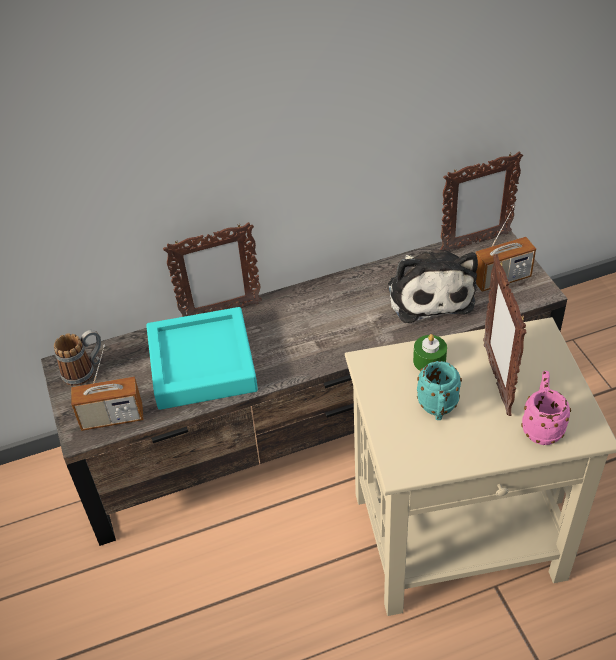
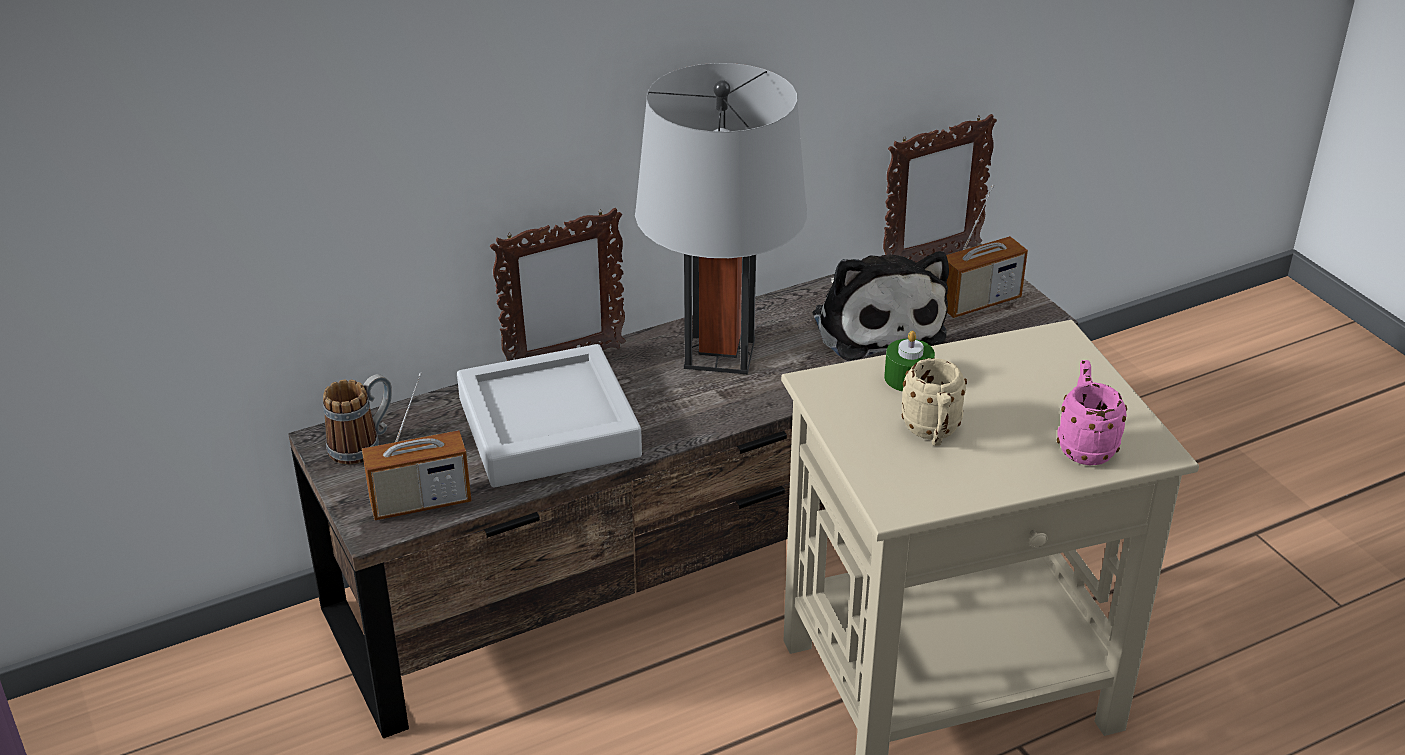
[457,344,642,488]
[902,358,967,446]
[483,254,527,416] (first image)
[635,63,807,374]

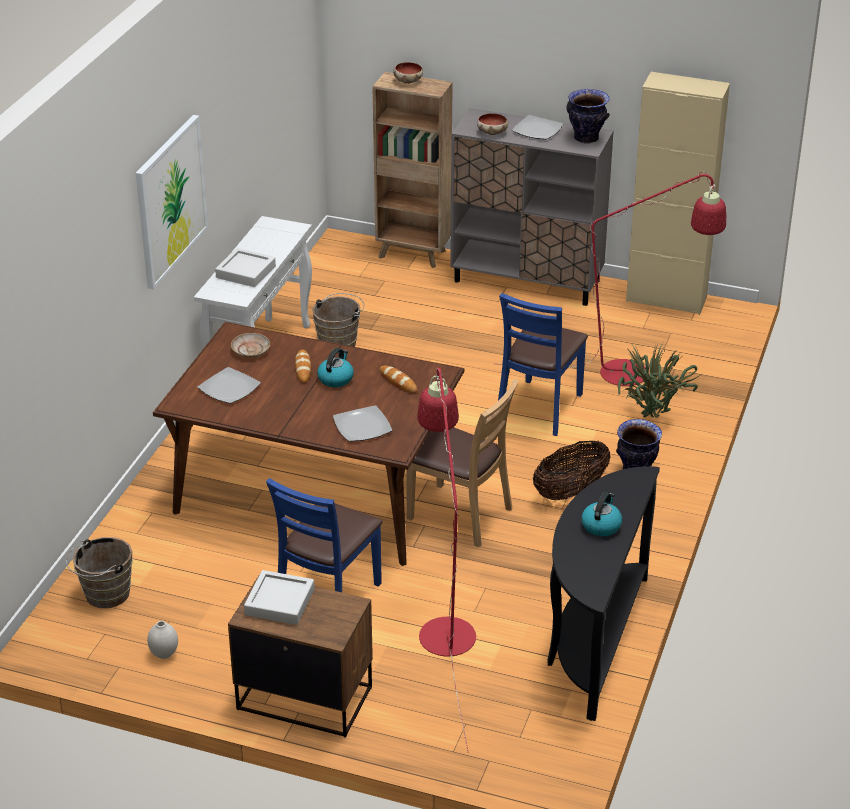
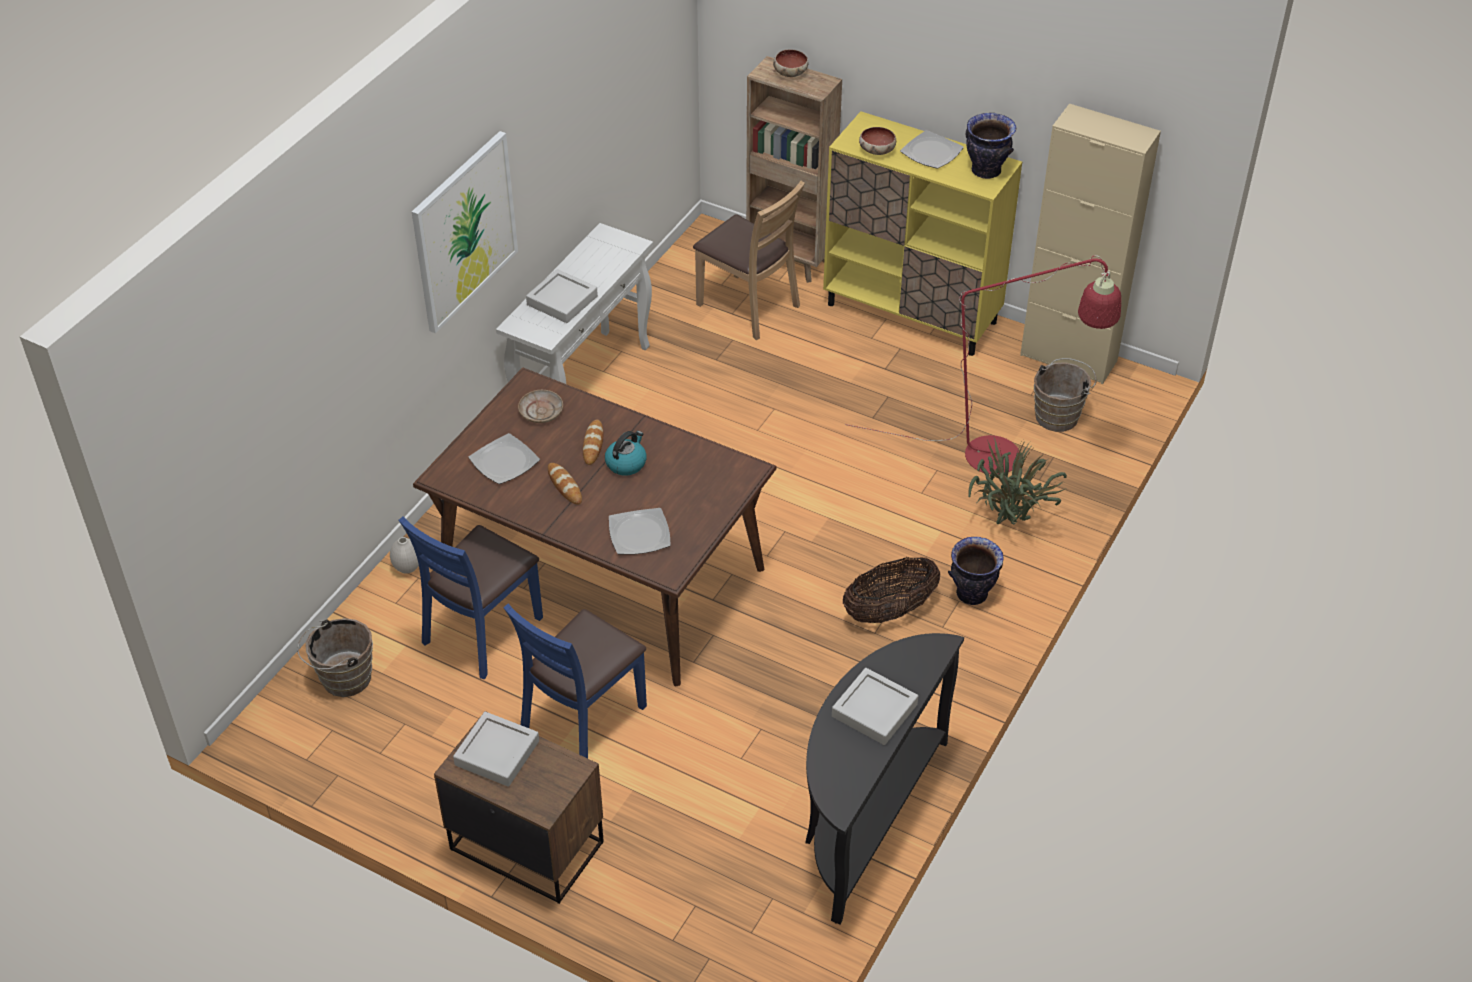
[390,537,419,574]
[1034,358,1096,432]
[548,463,582,505]
[693,181,805,340]
[417,368,476,751] (first image)
[823,111,1022,356]
[398,517,543,679]
[832,668,918,745]

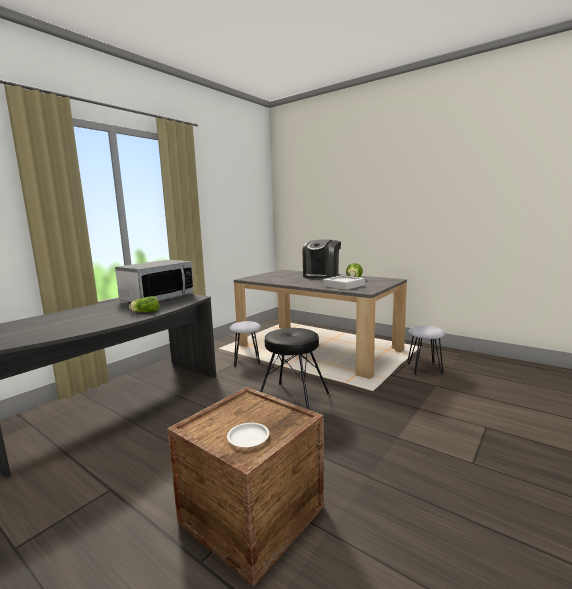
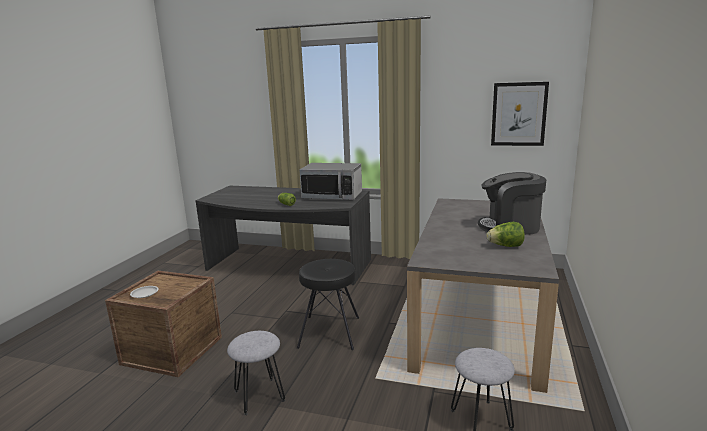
[227,331,285,415]
[323,275,365,290] (first image)
[491,82,549,146]

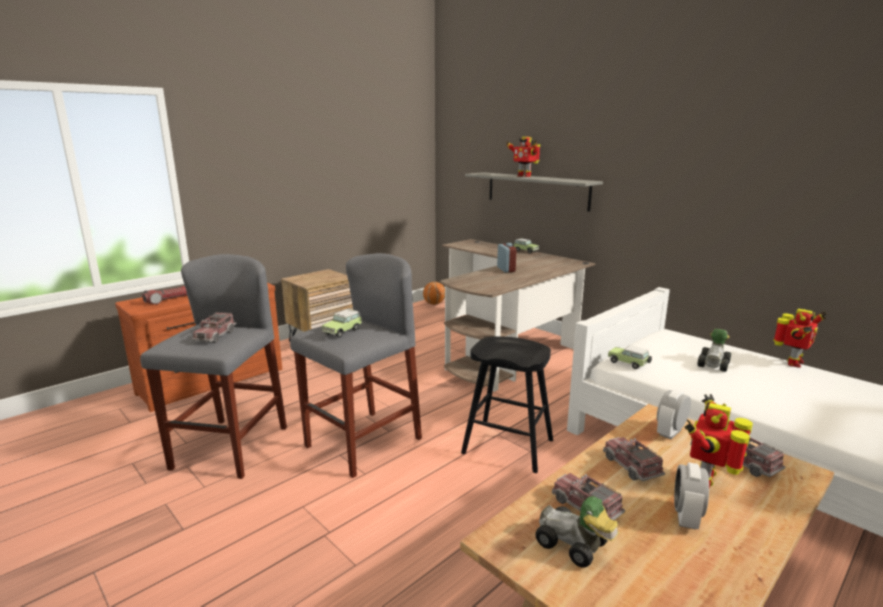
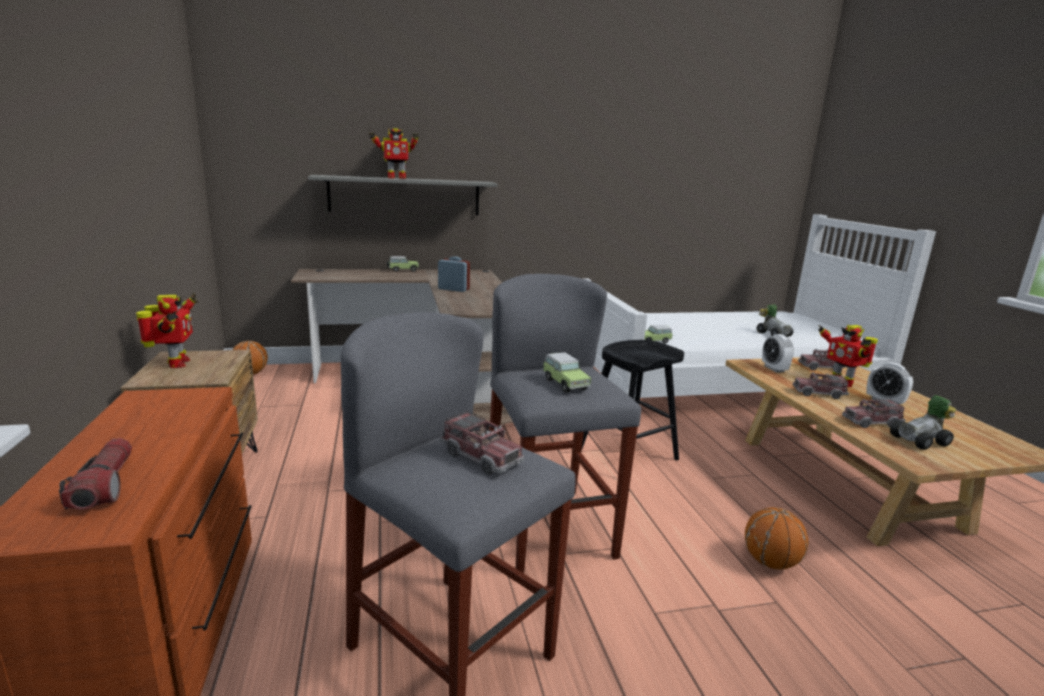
[757,305,793,337]
[136,294,198,368]
[745,507,808,570]

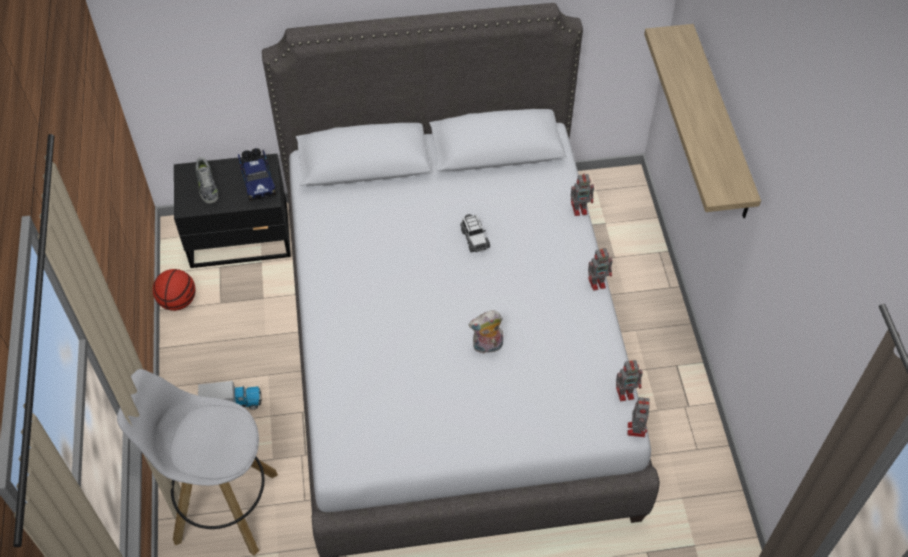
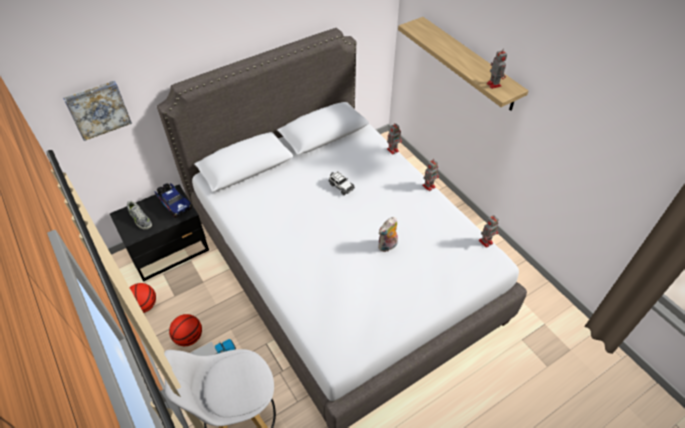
[487,48,507,89]
[63,81,132,141]
[169,314,202,346]

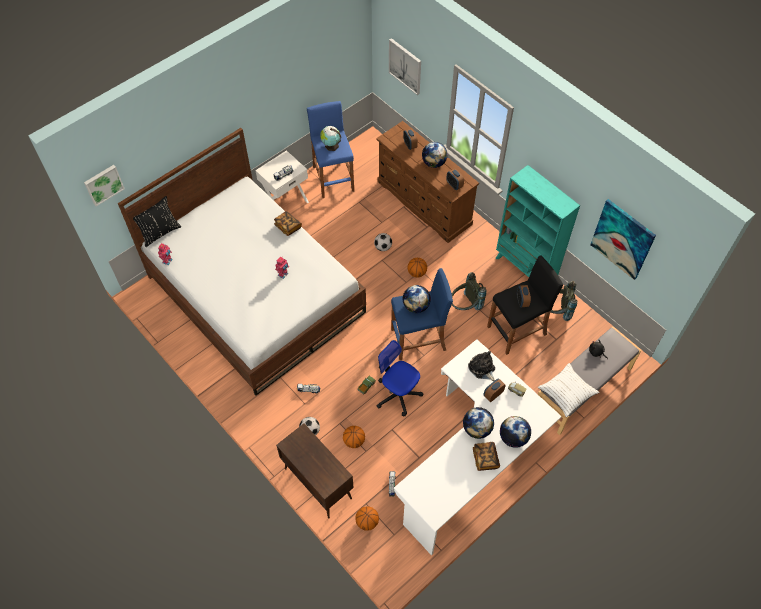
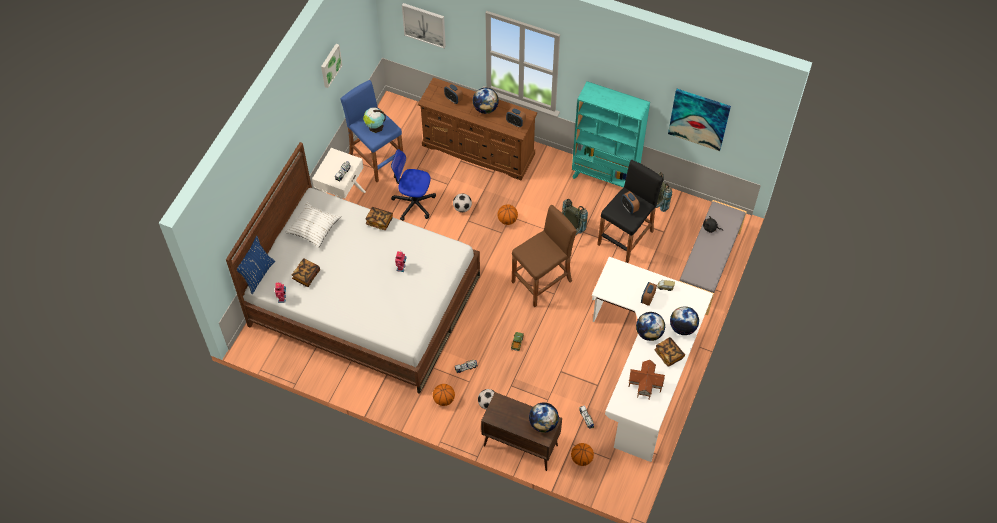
[321,44,343,88]
[237,236,275,294]
[433,384,455,406]
[391,149,436,221]
[512,205,577,307]
[529,402,559,433]
[468,351,495,381] (first image)
[285,202,341,248]
[292,258,320,287]
[629,360,665,399]

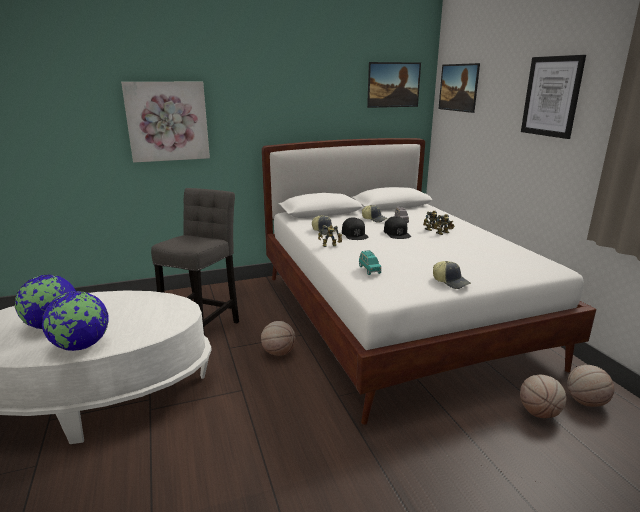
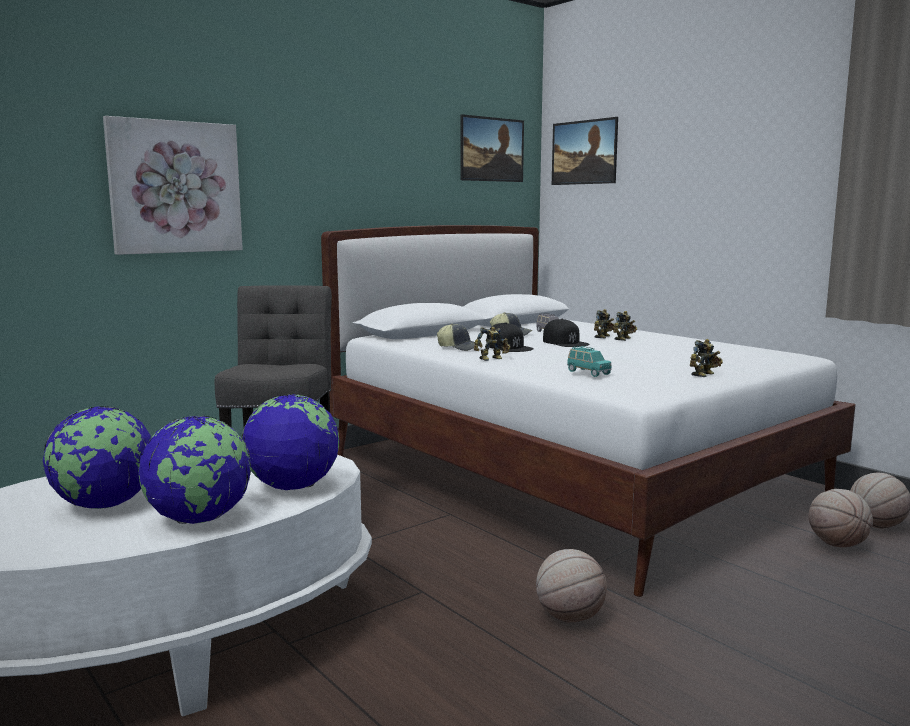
[536,549,607,623]
[690,339,723,377]
[521,55,586,139] (first image)
[242,394,340,490]

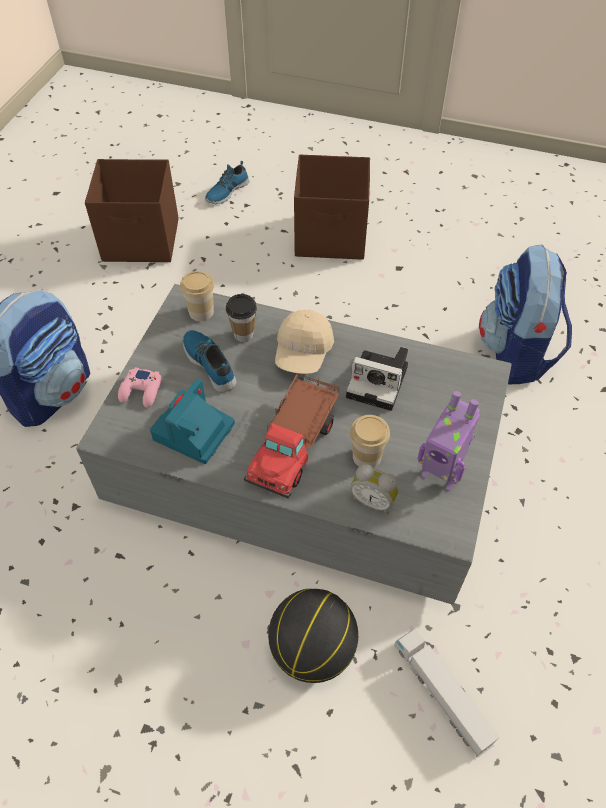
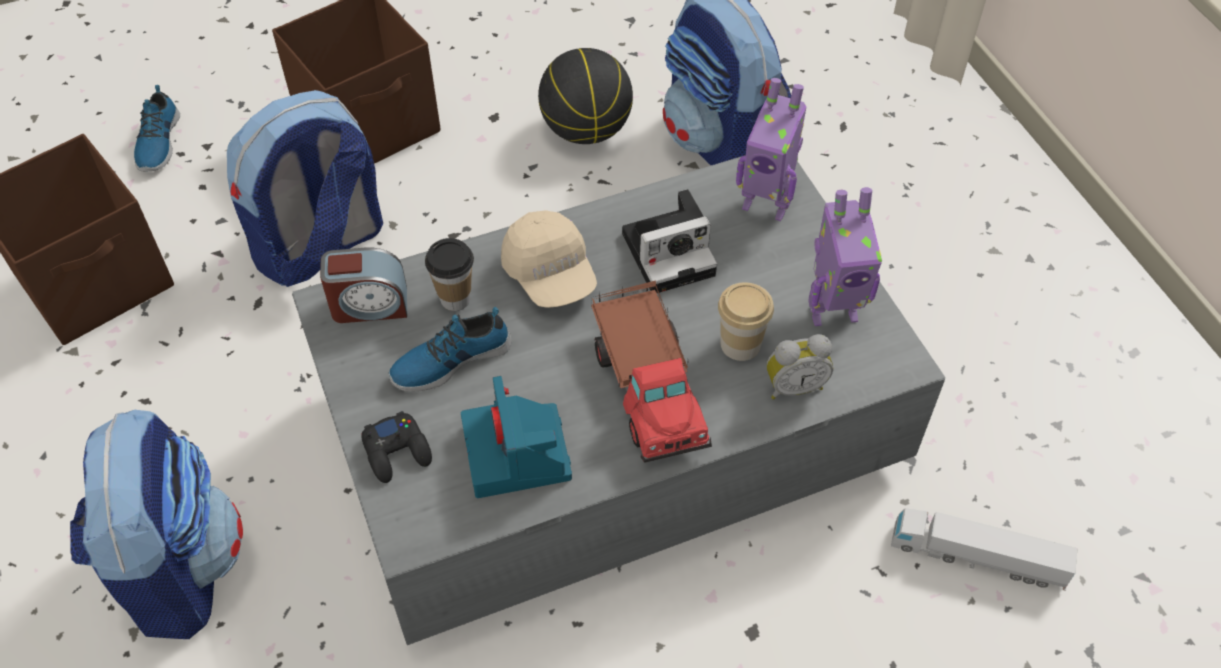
[361,411,432,483]
[320,248,407,323]
[388,307,511,392]
[538,48,633,144]
[227,90,383,287]
[736,78,806,221]

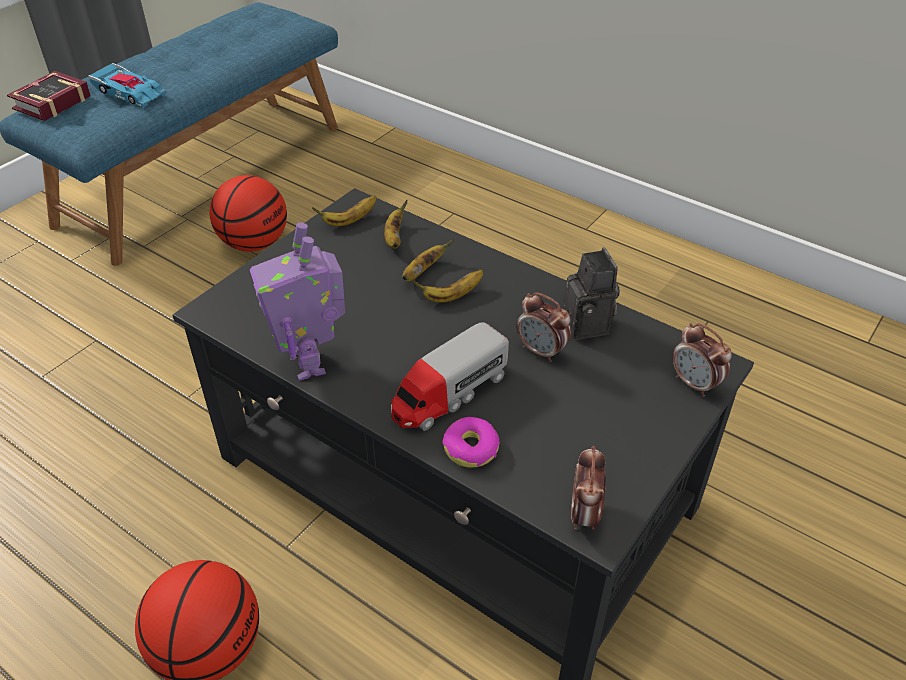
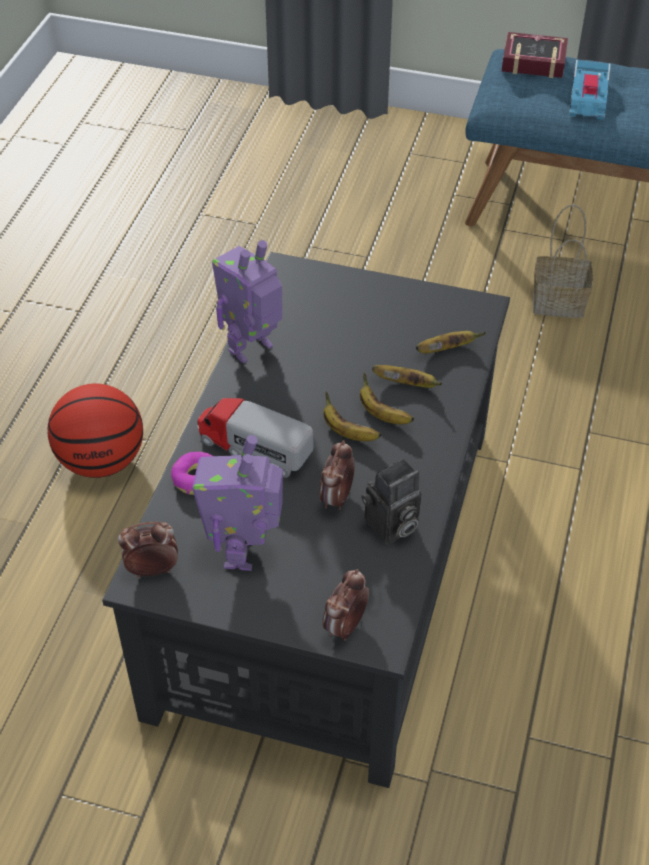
[532,204,593,318]
[323,392,381,441]
[192,435,283,571]

